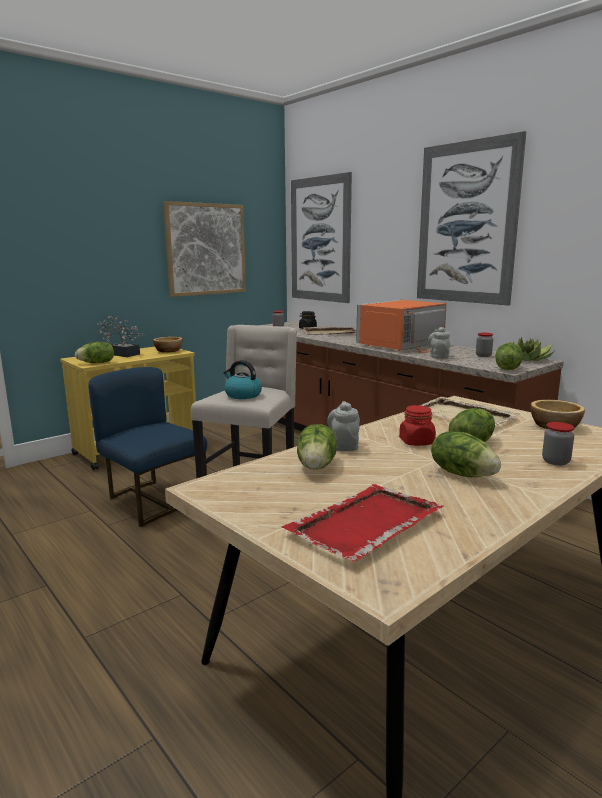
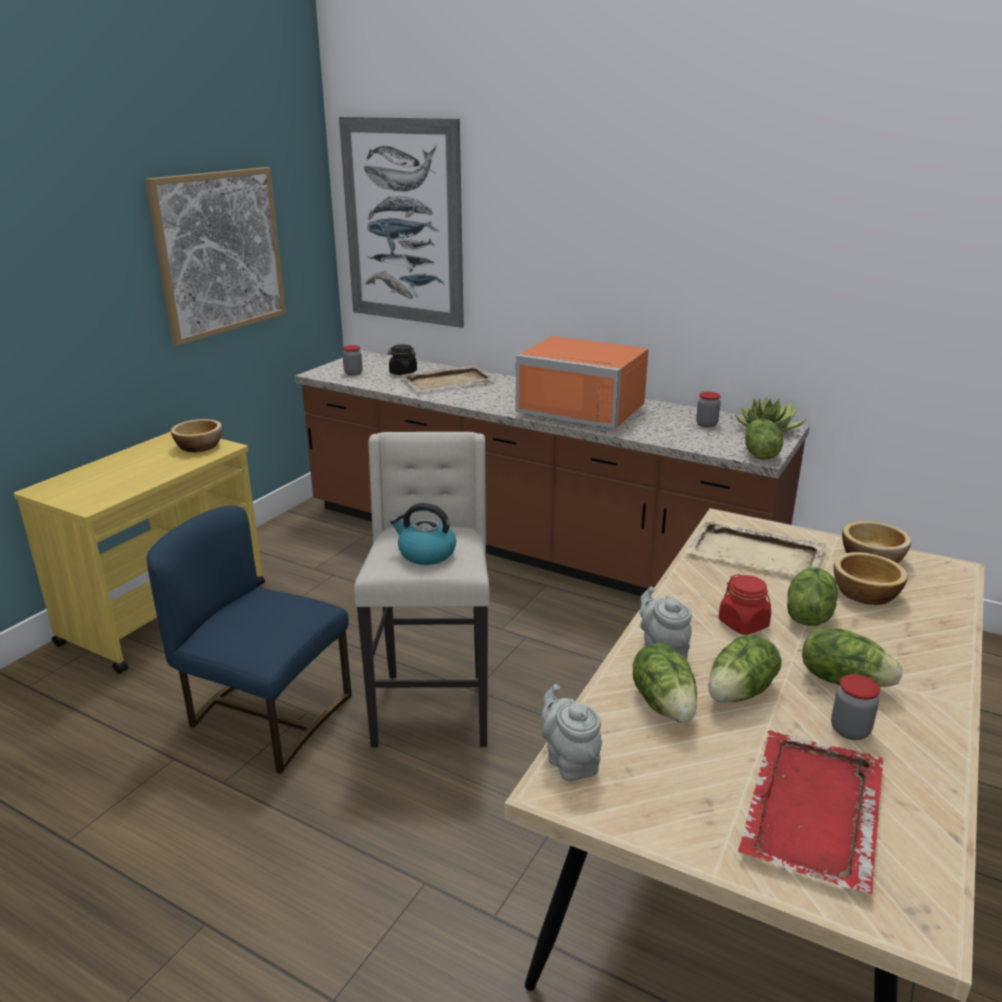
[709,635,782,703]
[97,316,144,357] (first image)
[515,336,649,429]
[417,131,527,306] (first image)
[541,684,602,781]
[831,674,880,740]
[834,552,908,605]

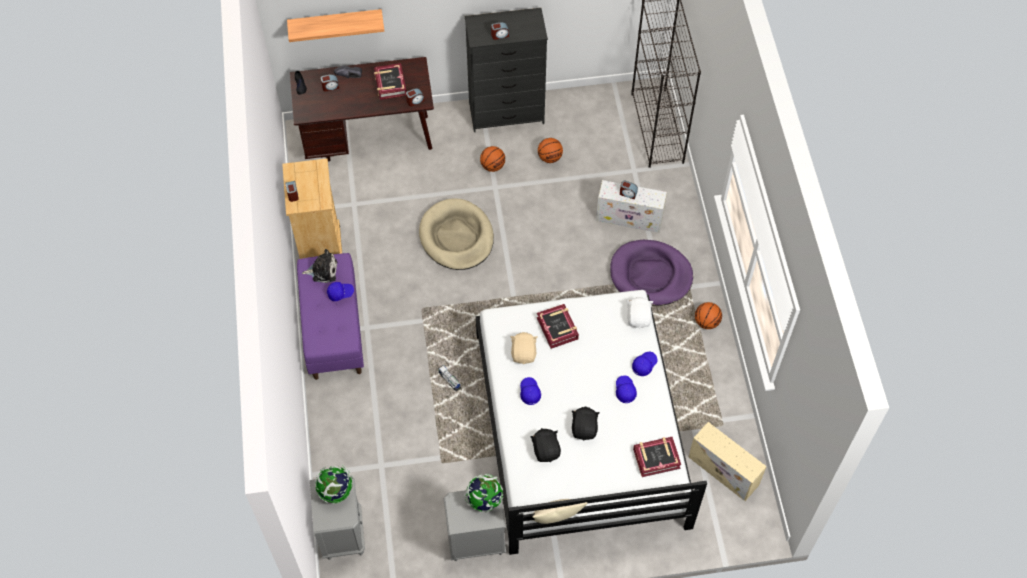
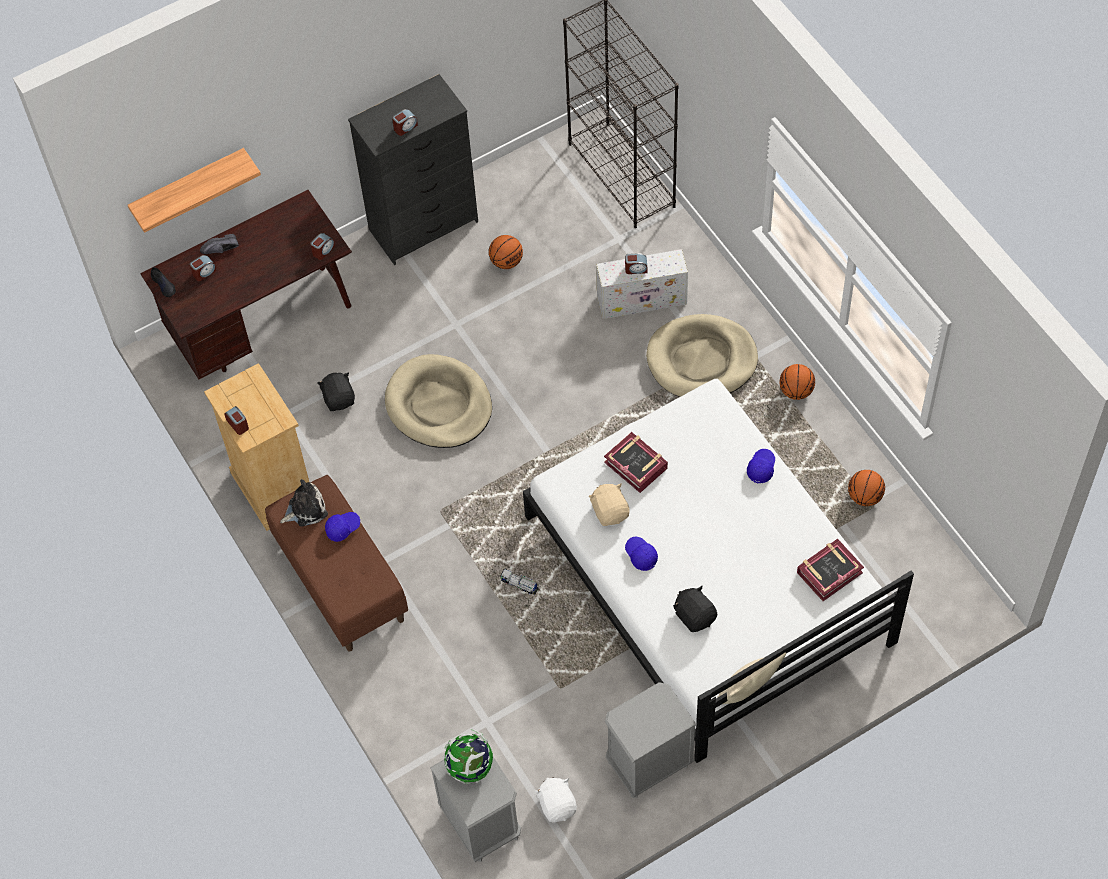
[265,475,408,652]
[374,63,406,100] (first image)
[464,474,503,512] (first image)
[848,470,885,506]
[317,373,355,411]
[646,314,758,397]
[616,375,637,403] (first image)
[535,777,577,822]
[688,422,767,501] (first image)

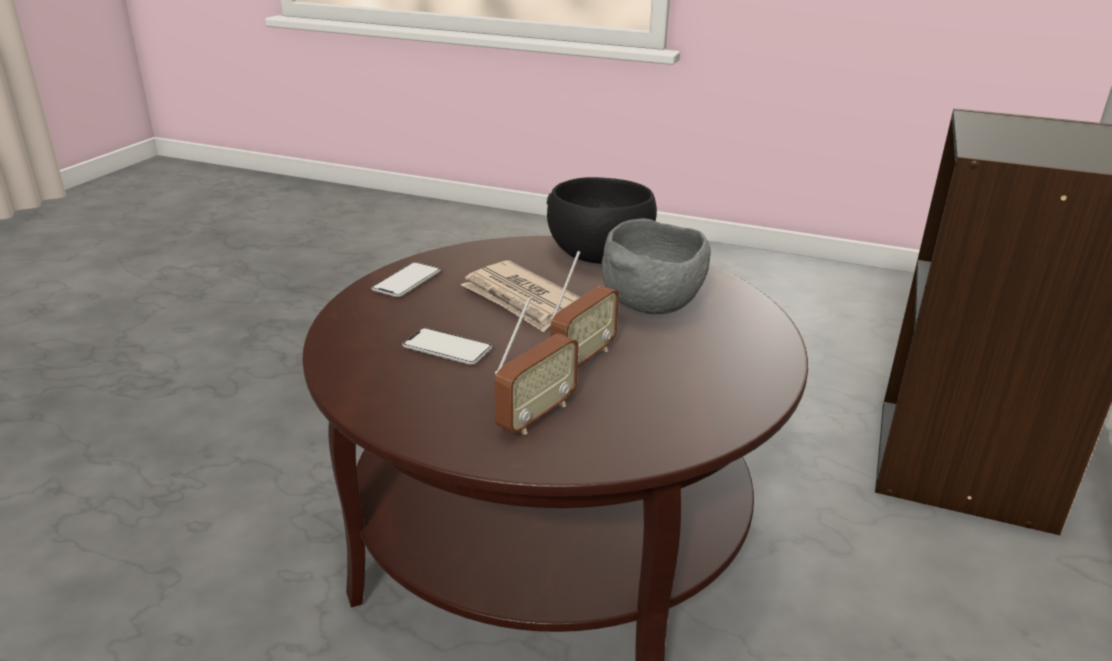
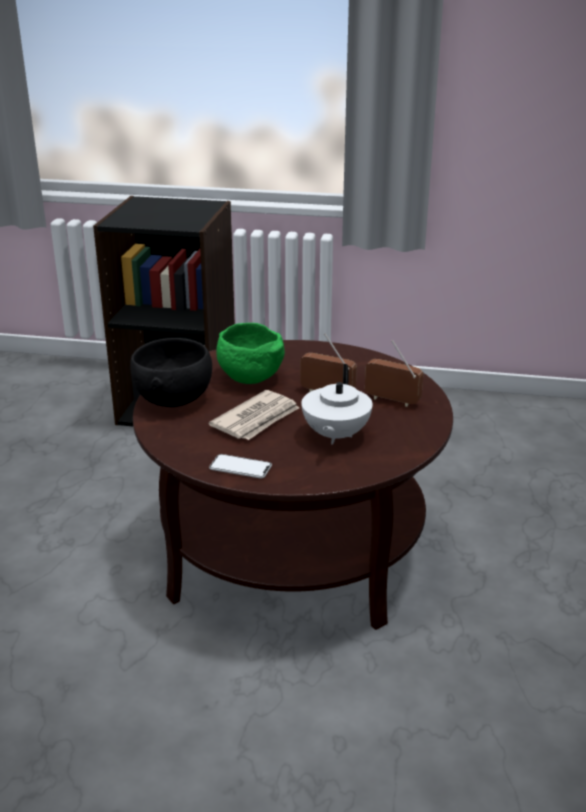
[301,364,373,445]
[216,323,285,384]

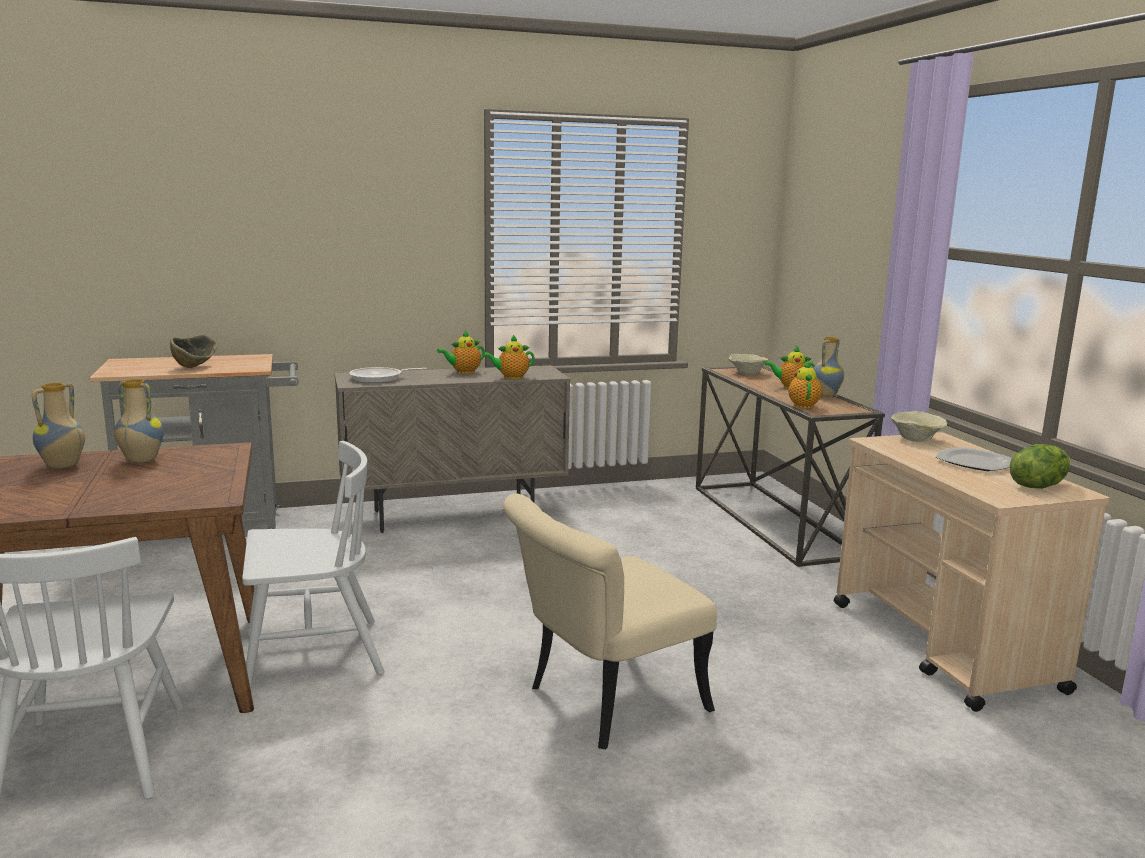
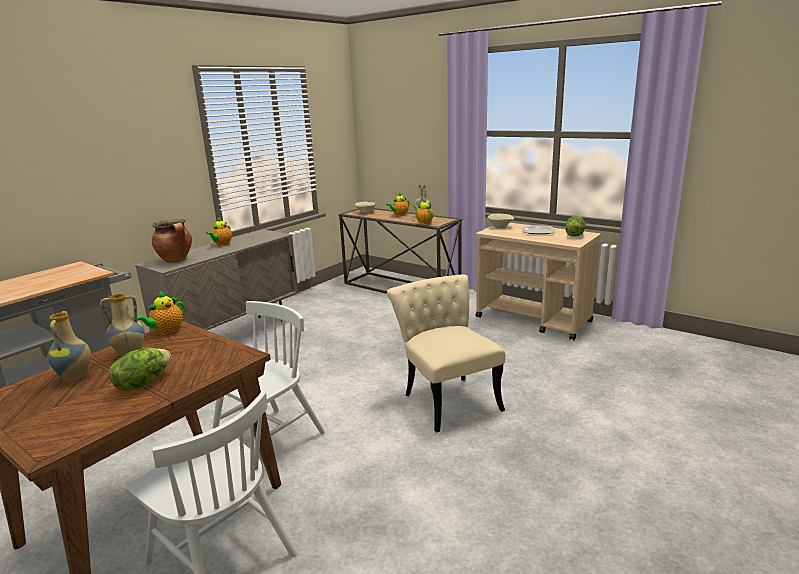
[170,335,217,368] (first image)
[152,219,192,263]
[137,291,185,335]
[387,274,505,433]
[109,348,171,391]

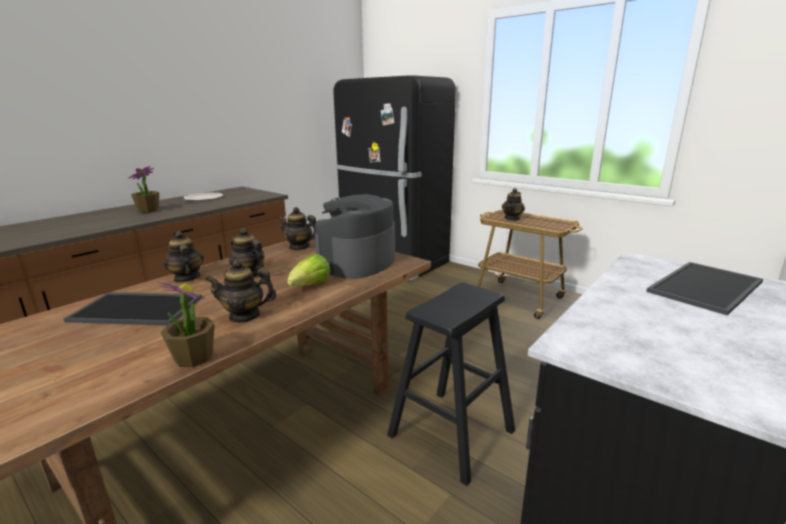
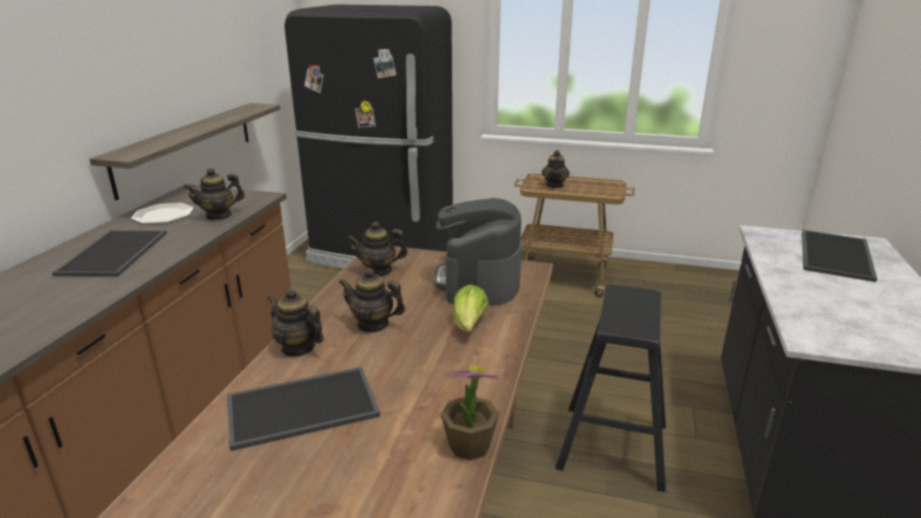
[52,230,167,277]
[184,168,245,221]
[89,103,280,200]

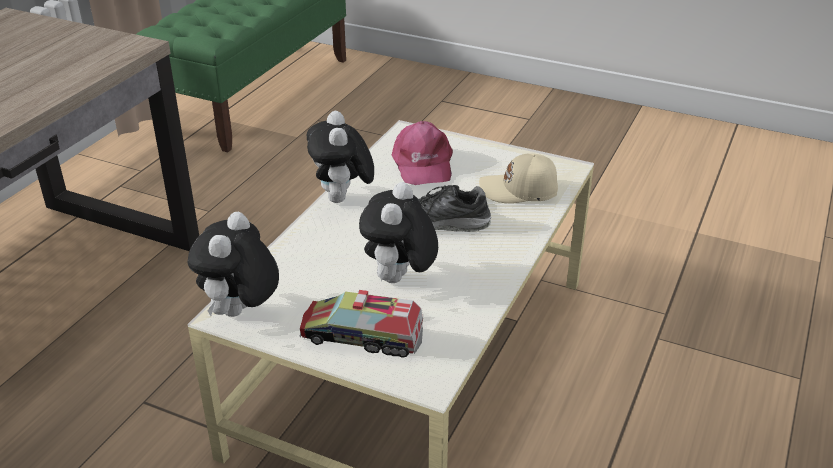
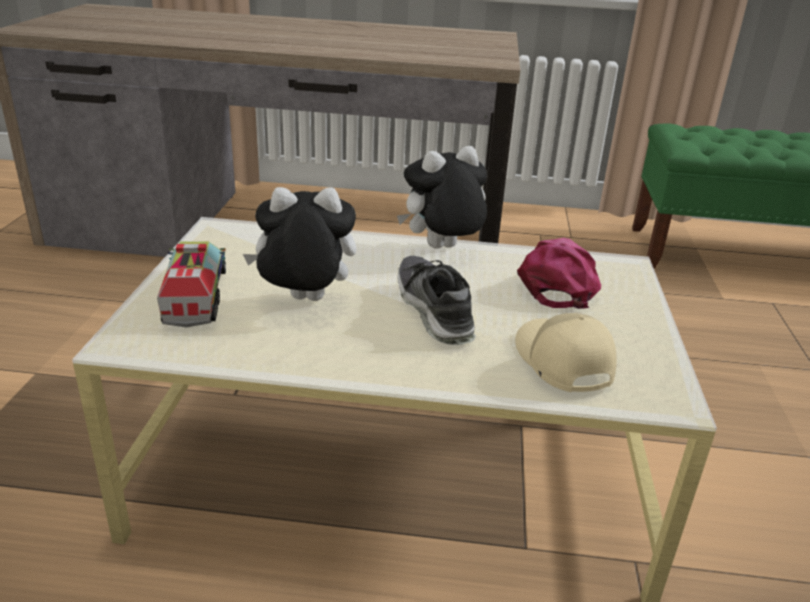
[188,212,279,317] (first image)
[517,238,601,309]

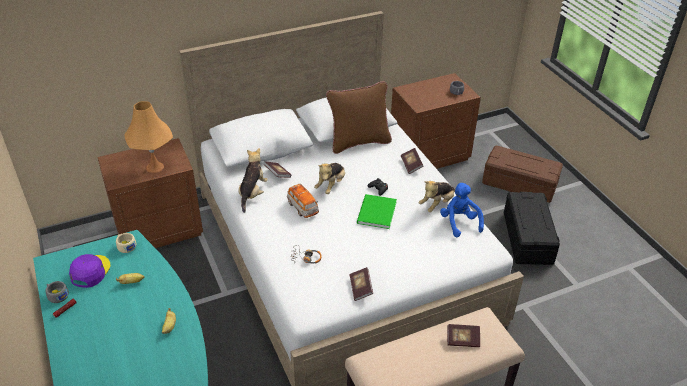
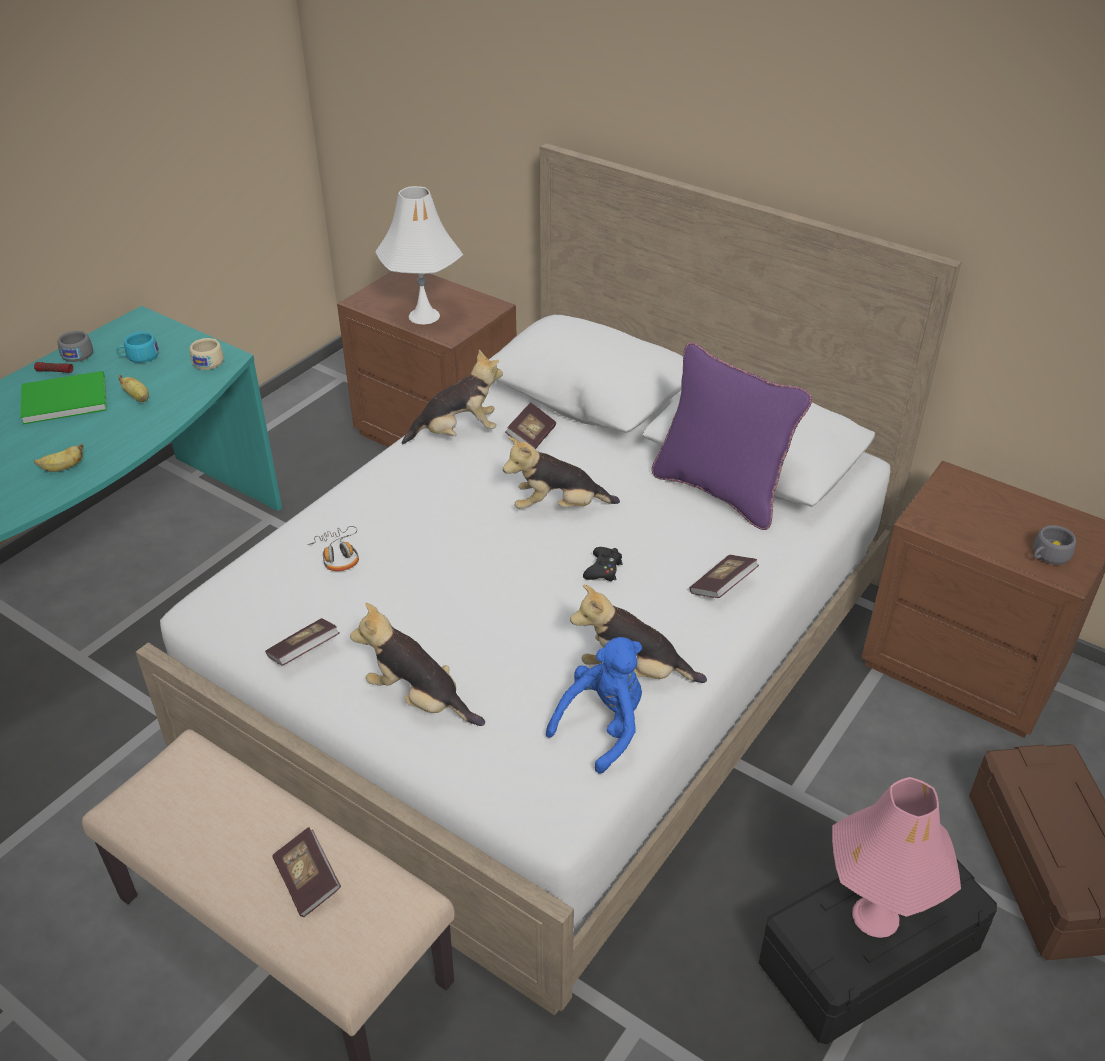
[116,332,159,363]
[375,186,463,324]
[287,184,319,218] (first image)
[652,342,812,530]
[20,371,107,424]
[350,603,485,726]
[832,777,961,938]

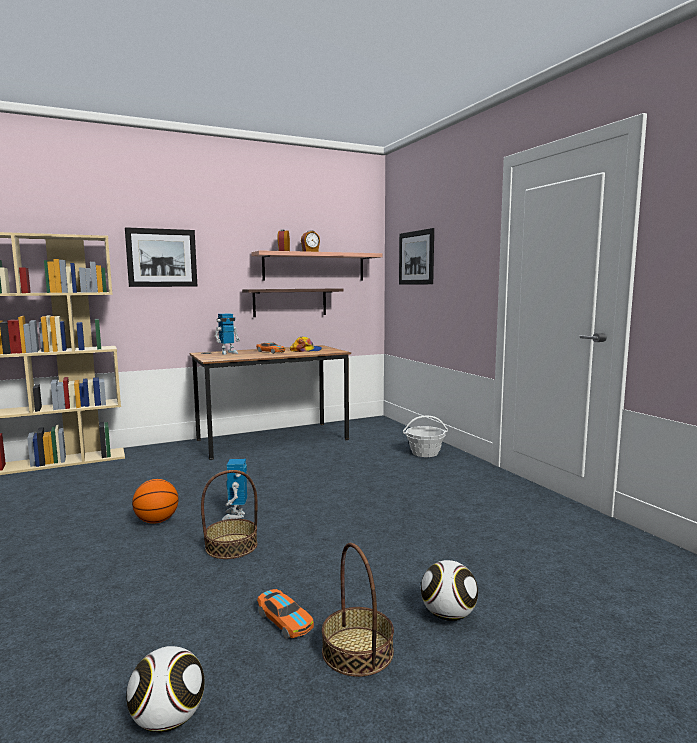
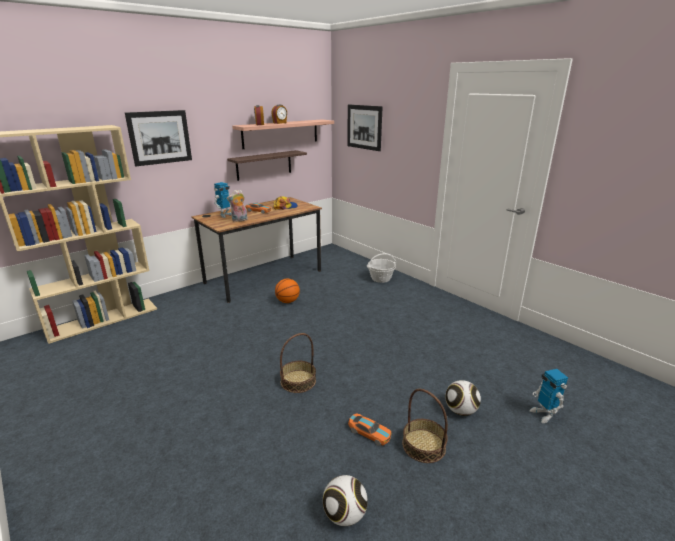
[275,279,300,303]
[529,369,568,423]
[227,189,248,222]

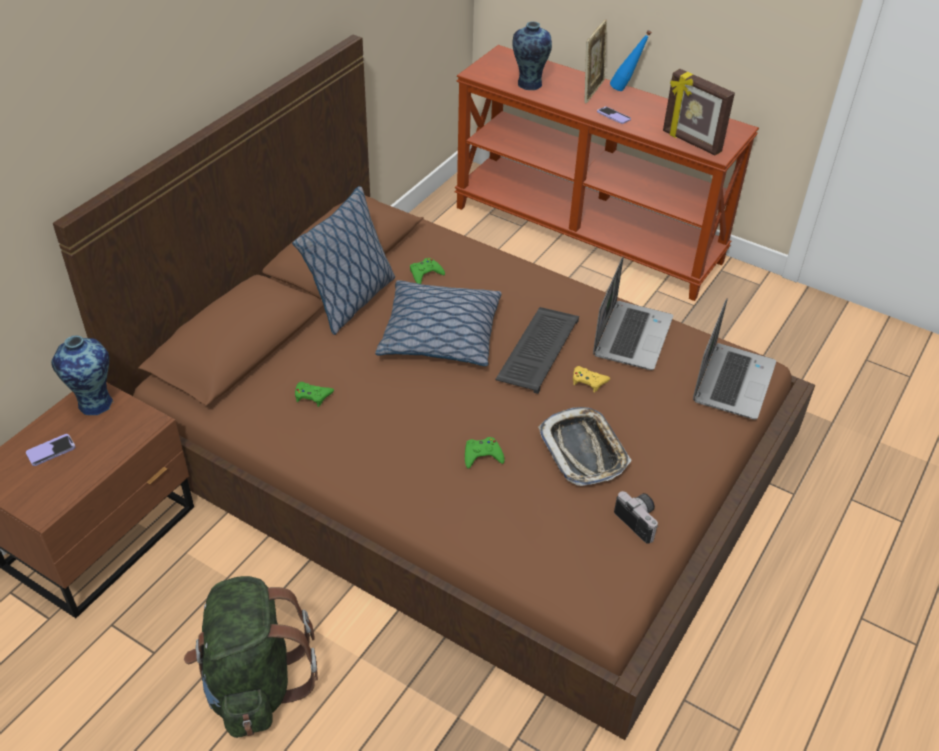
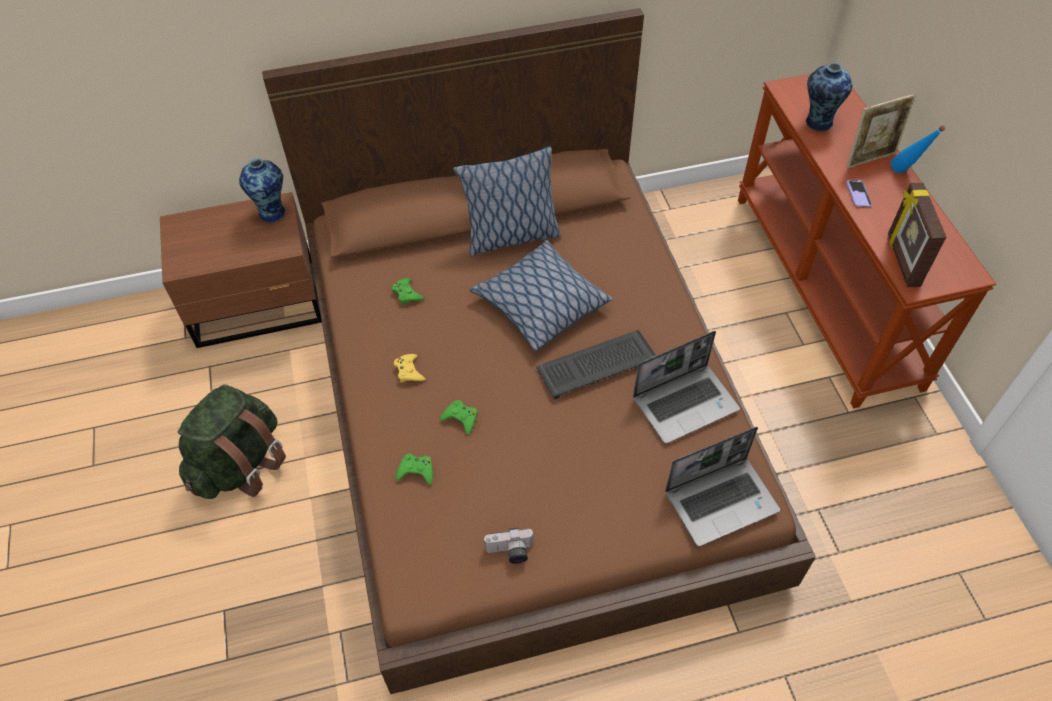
[26,434,75,466] (first image)
[396,454,433,485]
[538,407,632,486] (first image)
[394,354,426,383]
[484,528,534,564]

